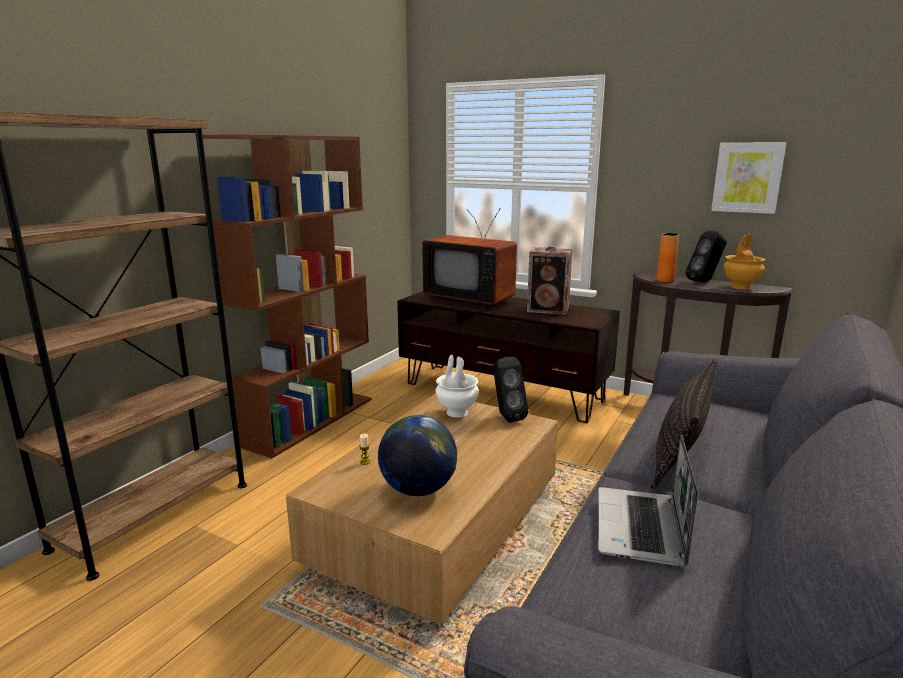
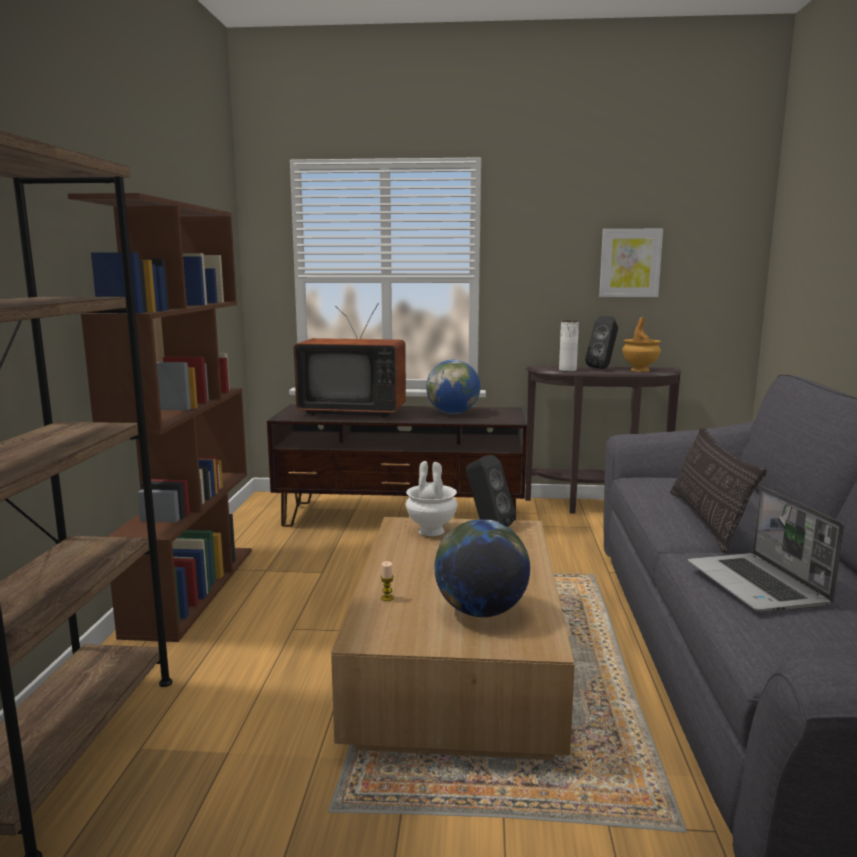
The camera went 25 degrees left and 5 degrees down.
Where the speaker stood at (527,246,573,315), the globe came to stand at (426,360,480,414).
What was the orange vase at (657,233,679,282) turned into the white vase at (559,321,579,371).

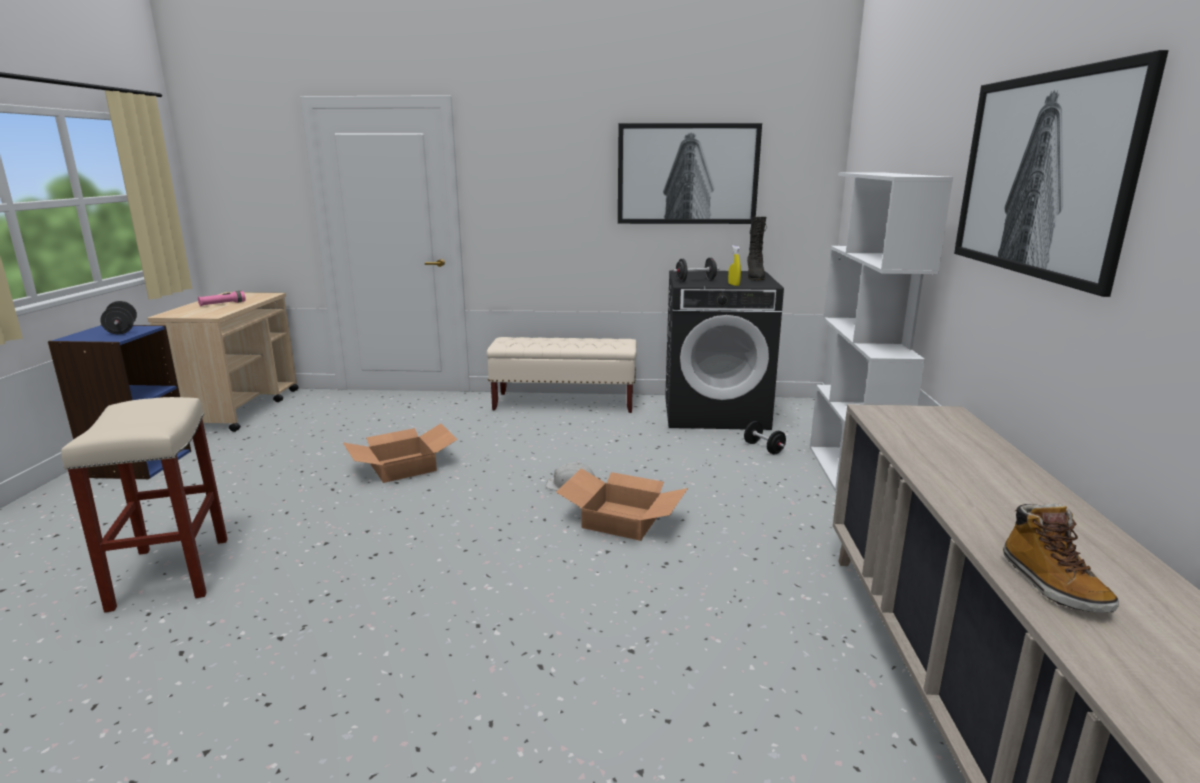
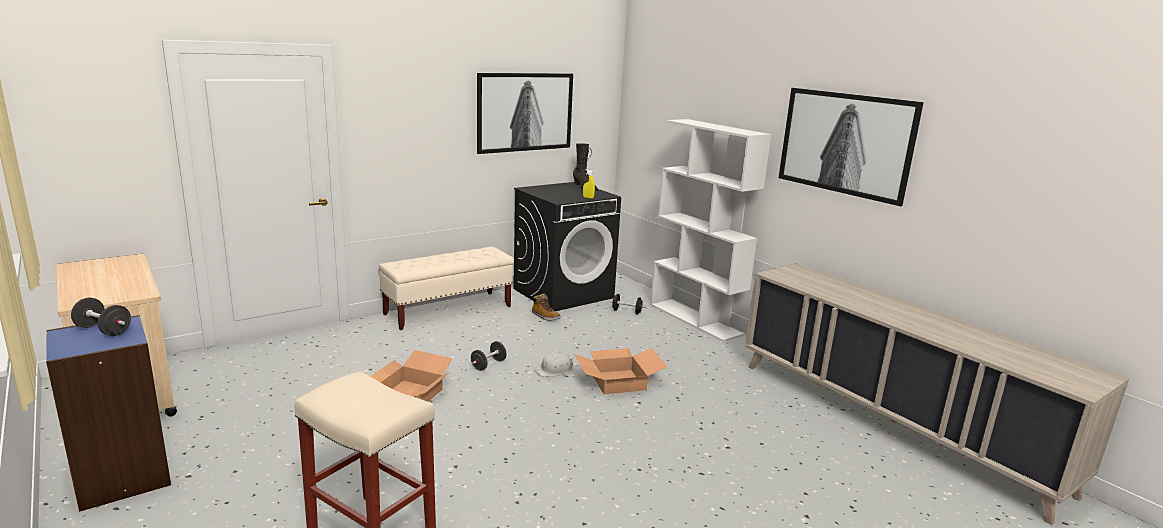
The camera went 40 degrees left and 0 degrees up.
The second view lost the pink flashlight at (198,291,246,306).
The black dumbbell ended up elsewhere, having gone from (673,258,719,282) to (471,341,506,371).
The boot ended up elsewhere, having gone from (1003,503,1119,613) to (532,294,561,321).

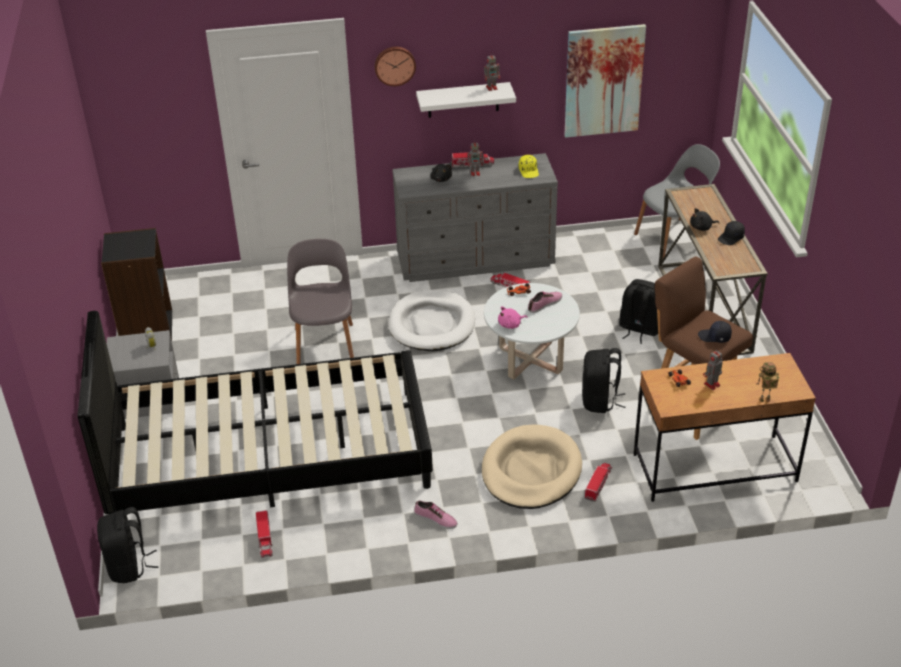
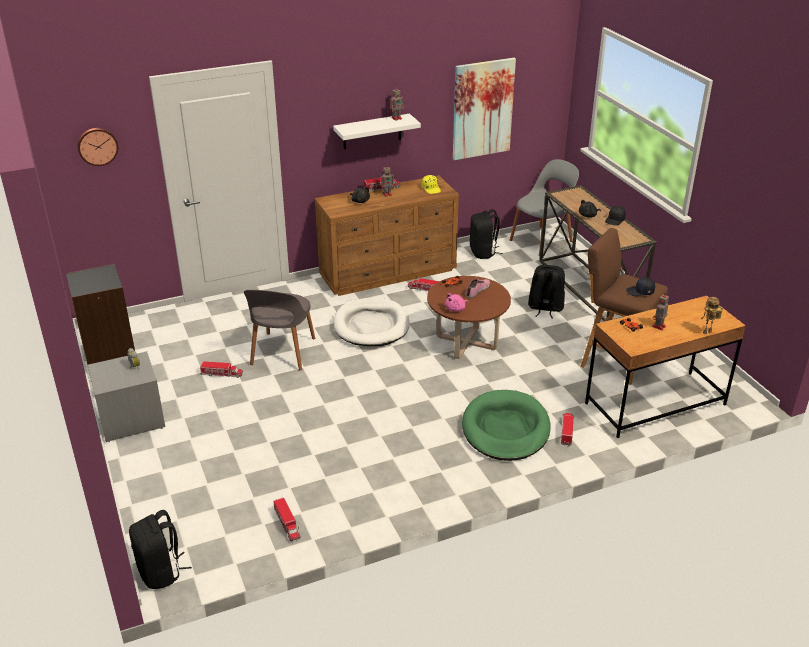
The camera went 15 degrees left and 5 degrees down.
The second view lost the black bed at (77,311,433,514).
The second view lost the shoe at (414,501,458,529).
The second view gained the toy truck at (200,361,243,378).
The wall clock ended up elsewhere, having gone from (374,47,416,86) to (77,128,118,166).
The black backpack ended up elsewhere, having gone from (582,348,625,413) to (470,209,503,259).
What was the grey dresser at (392,153,558,282) turned into the brown dresser at (315,175,459,296).
What was the beige dog bed at (482,424,582,509) turned into the green dog bed at (462,390,550,461).
What was the white coffee table at (484,283,580,379) turned into the brown coffee table at (427,276,511,359).
The grey chair at (287,239,354,364) ended up facing another way, 150 degrees counterclockwise from before.

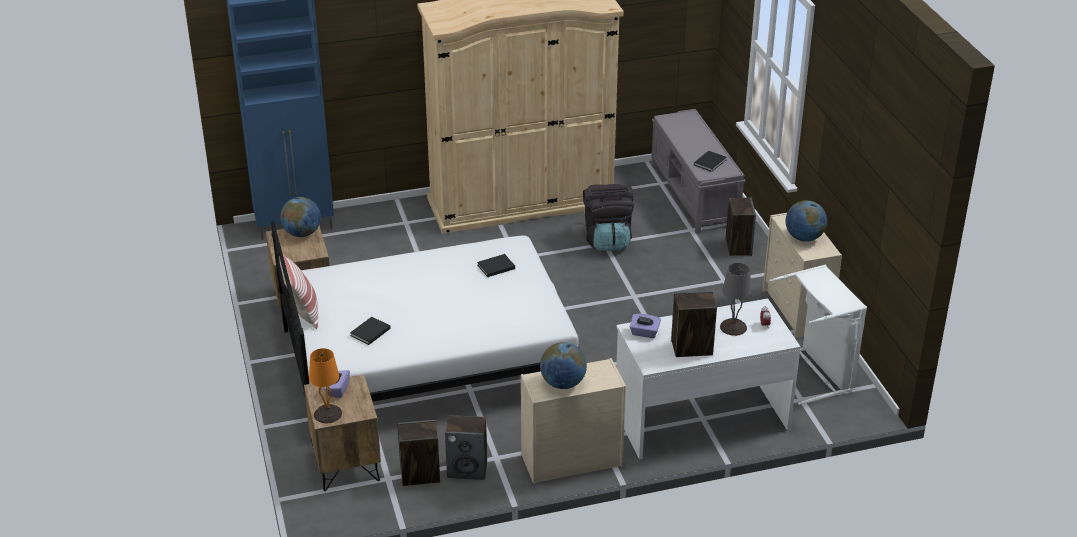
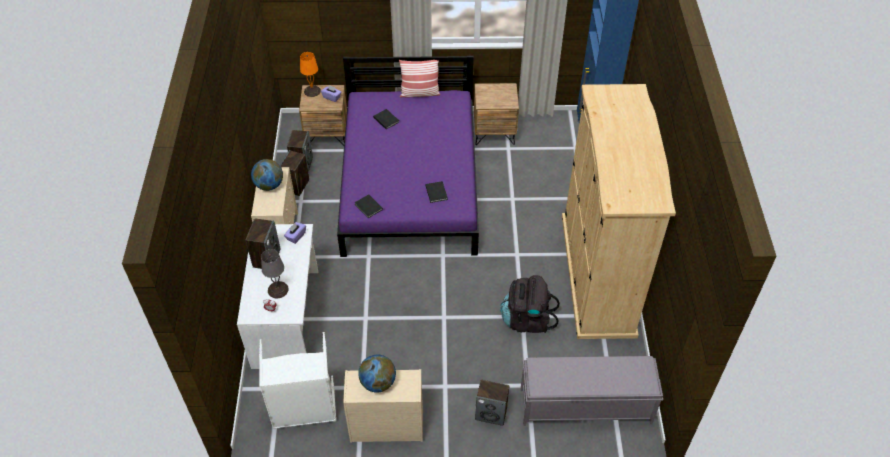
The camera went 105 degrees right and 15 degrees up.
The second view lost the globe at (280,197,321,237).
The black book ended up elsewhere, having gone from (694,151,726,172) to (355,194,383,218).
What was the white bed at (271,221,579,446) turned into the purple bed at (337,56,479,257).

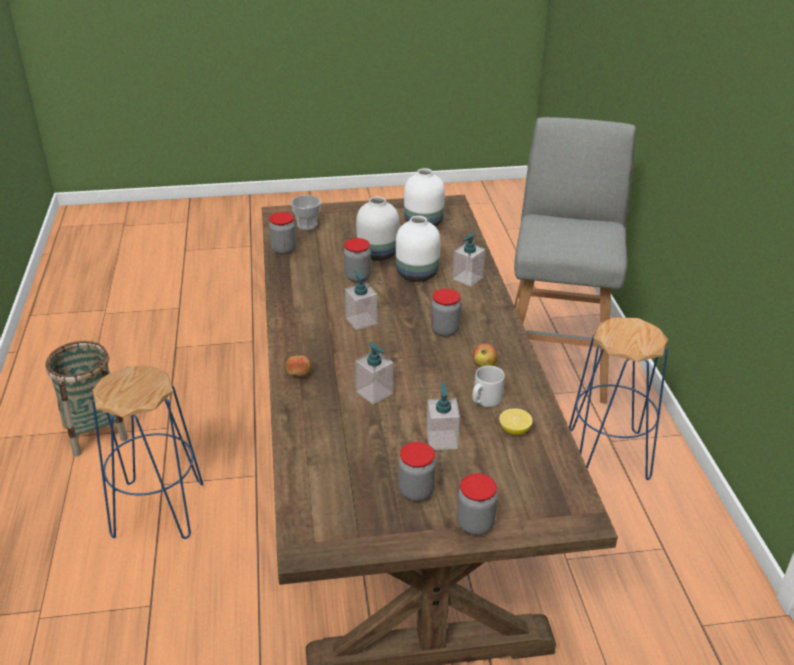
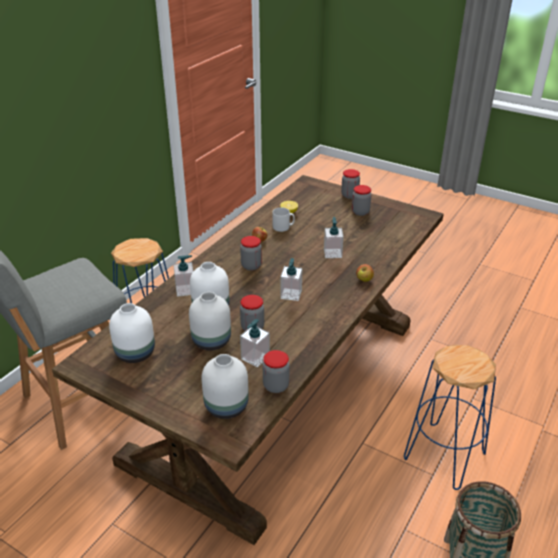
The camera went 140 degrees left and 0 degrees up.
The soap dispenser ended up elsewhere, having gone from (427,382,460,450) to (240,319,270,367).
Where the cup stood at (291,195,321,230), the white vase came to stand at (202,354,249,419).

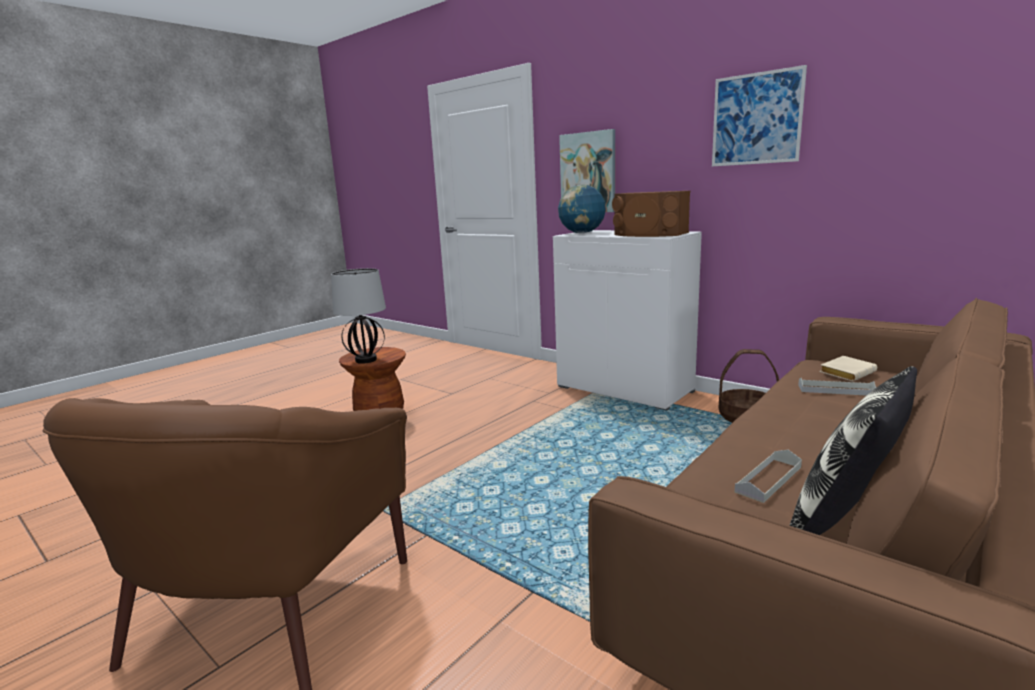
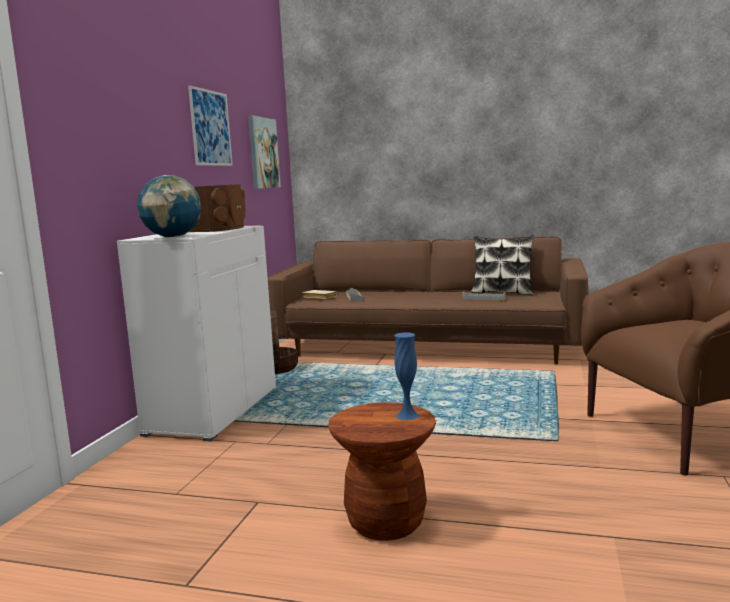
The camera went 115 degrees left and 5 degrees down.
The picture ended up elsewhere, having gone from (559,129,615,212) to (248,115,281,189).
Where the table lamp stood at (331,268,386,364), the blue vase came to stand at (394,333,419,420).

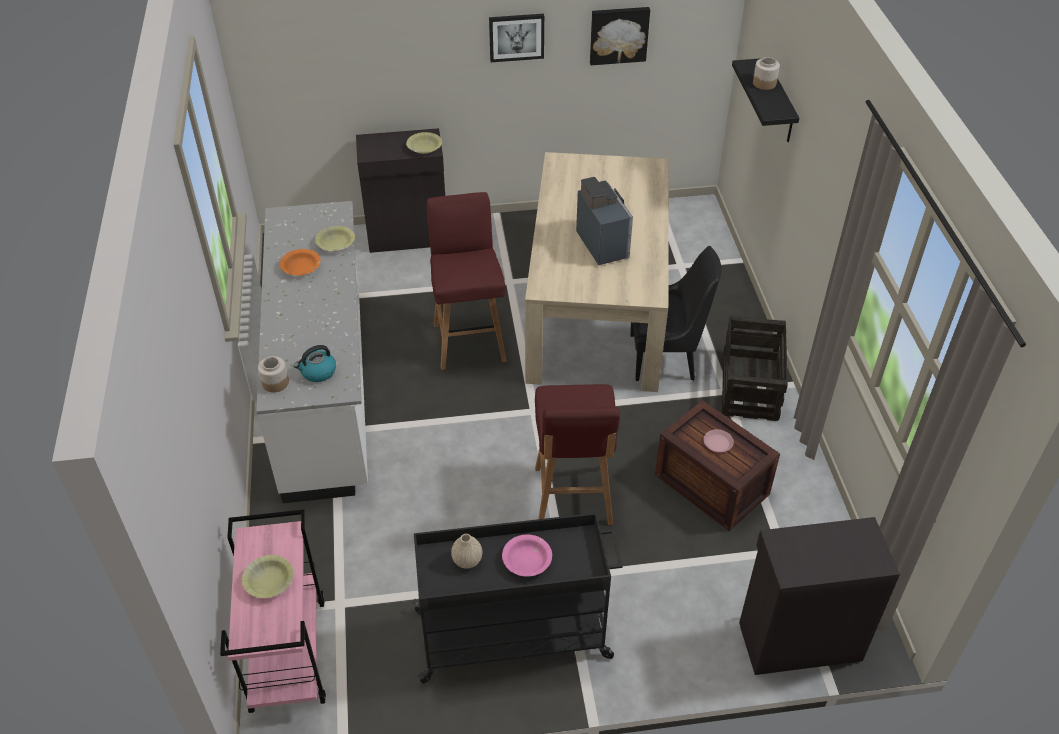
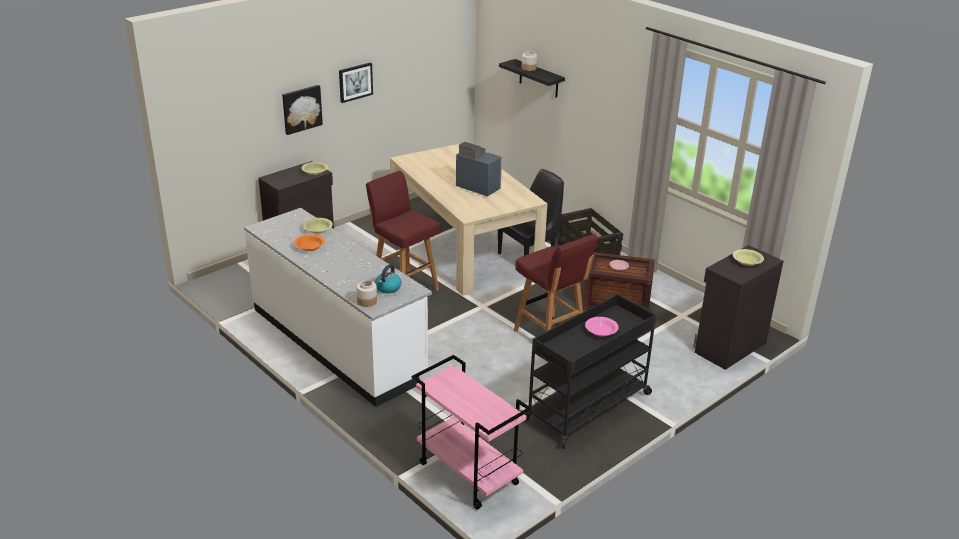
The camera went 35 degrees left and 15 degrees down.
The second view lost the beige vase at (451,534,482,569).
The yellow bowl ended up elsewhere, having gone from (242,555,294,598) to (733,249,764,266).
The picture ended up elsewhere, having gone from (590,7,650,65) to (282,85,323,135).

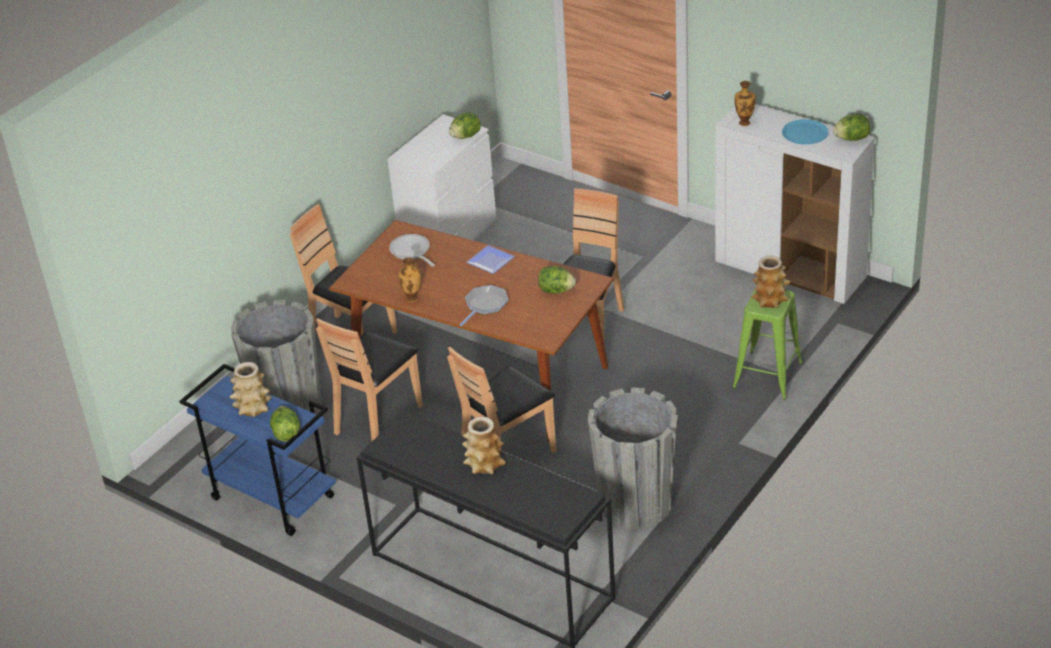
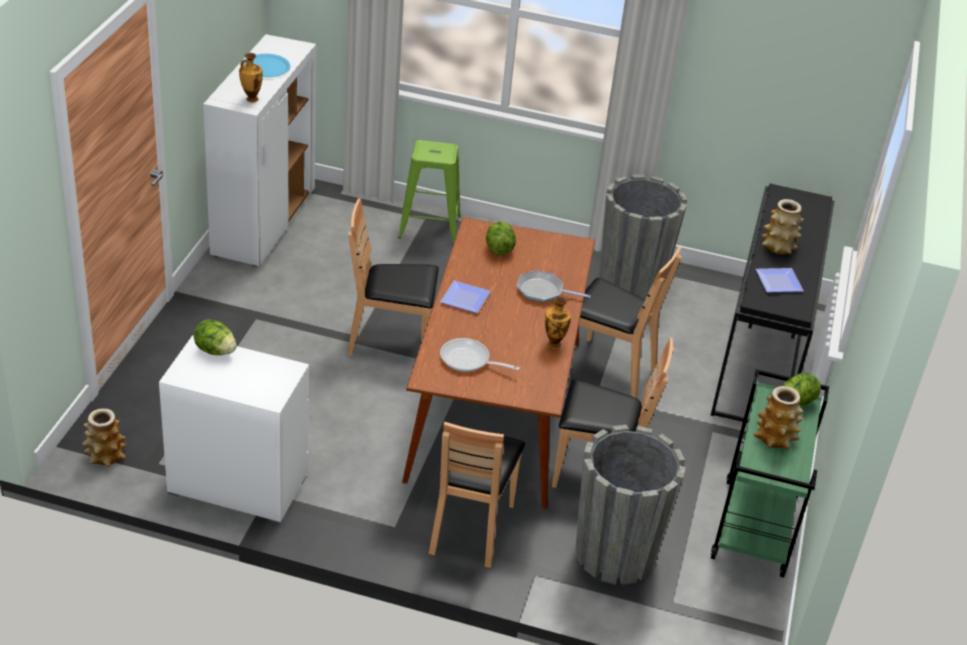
The camera went 115 degrees left and 0 degrees up.
The second view lost the lettuce at (833,114,870,141).
The second view gained the plate at (756,268,804,292).
The vase ended up elsewhere, having gone from (751,256,790,308) to (83,408,126,467).
What was the blue cart at (179,364,336,536) turned into the green cart at (711,369,829,577).
The frying pan at (389,234,435,267) ended up facing another way, 75 degrees clockwise from before.

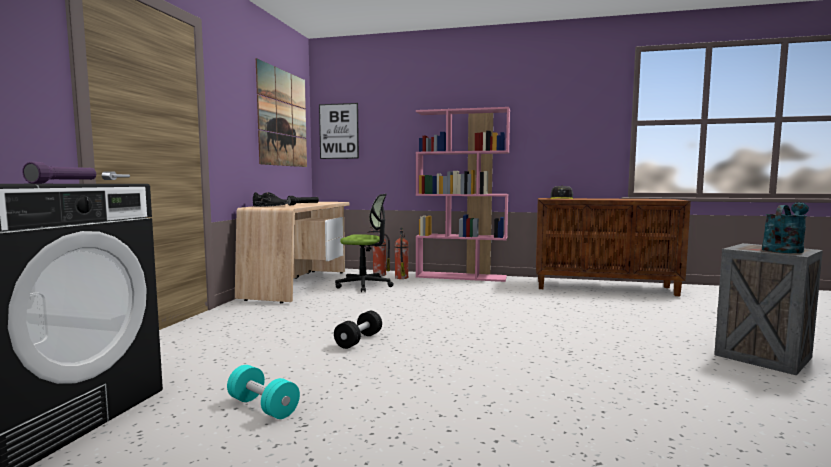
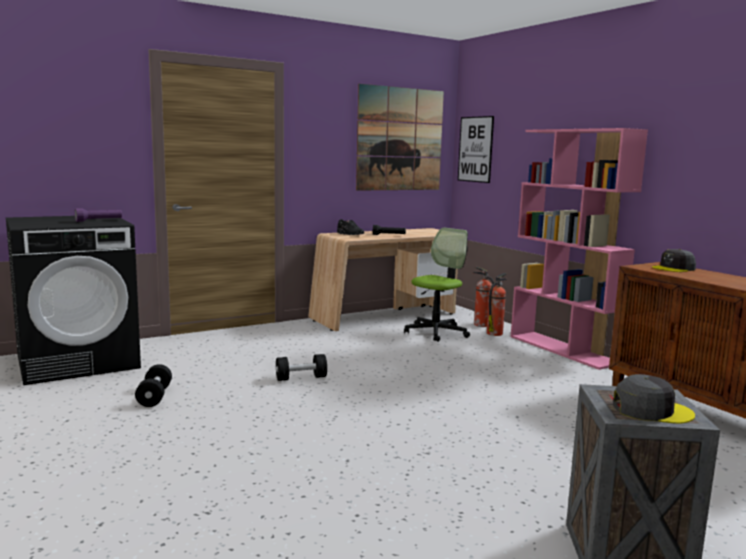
The camera went 45 degrees right and 5 degrees up.
Where the turquoise watering can stood at (762,202,809,253), the grey cap came to stand at (613,374,695,424).
What was the turquoise dumbbell at (227,365,300,419) turned into the black dumbbell at (135,364,172,407).
The office chair at (335,194,394,292) ended up facing another way, 105 degrees counterclockwise from before.

